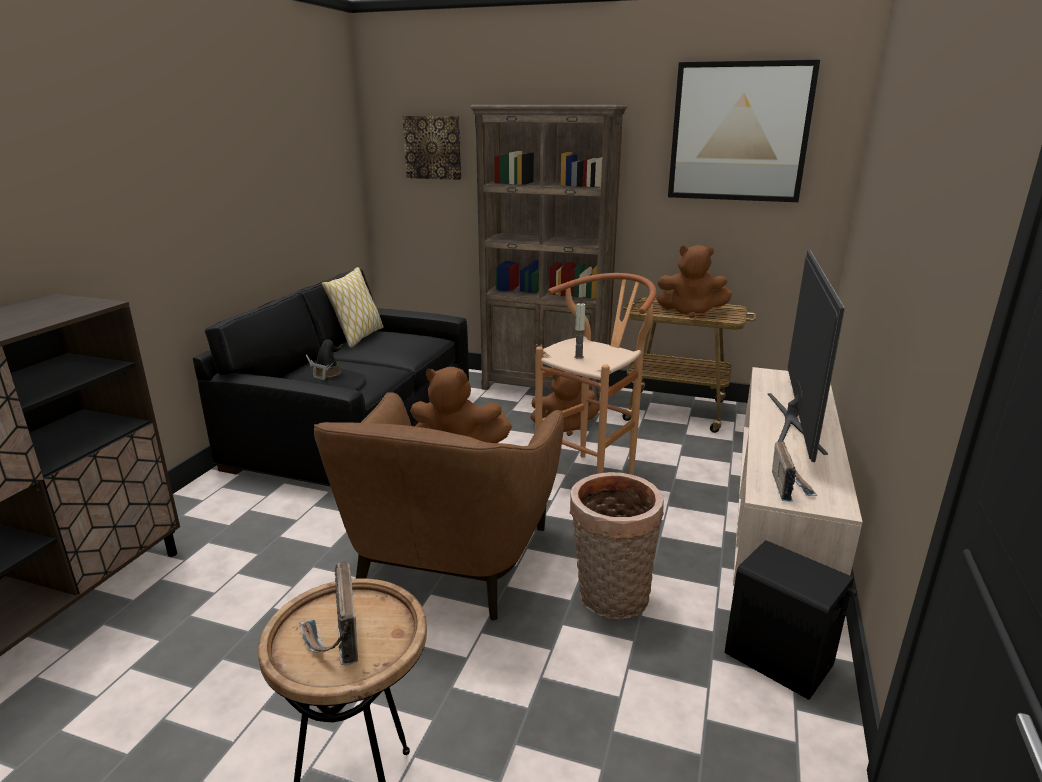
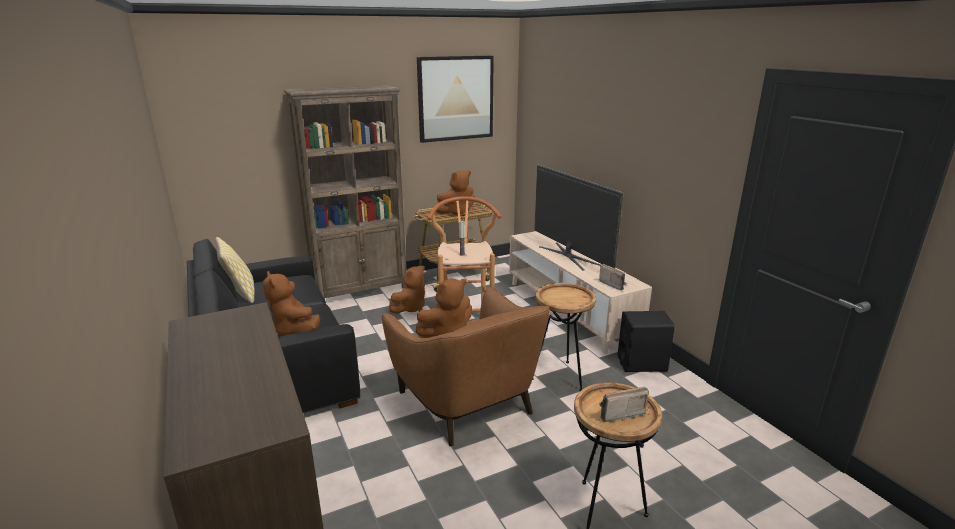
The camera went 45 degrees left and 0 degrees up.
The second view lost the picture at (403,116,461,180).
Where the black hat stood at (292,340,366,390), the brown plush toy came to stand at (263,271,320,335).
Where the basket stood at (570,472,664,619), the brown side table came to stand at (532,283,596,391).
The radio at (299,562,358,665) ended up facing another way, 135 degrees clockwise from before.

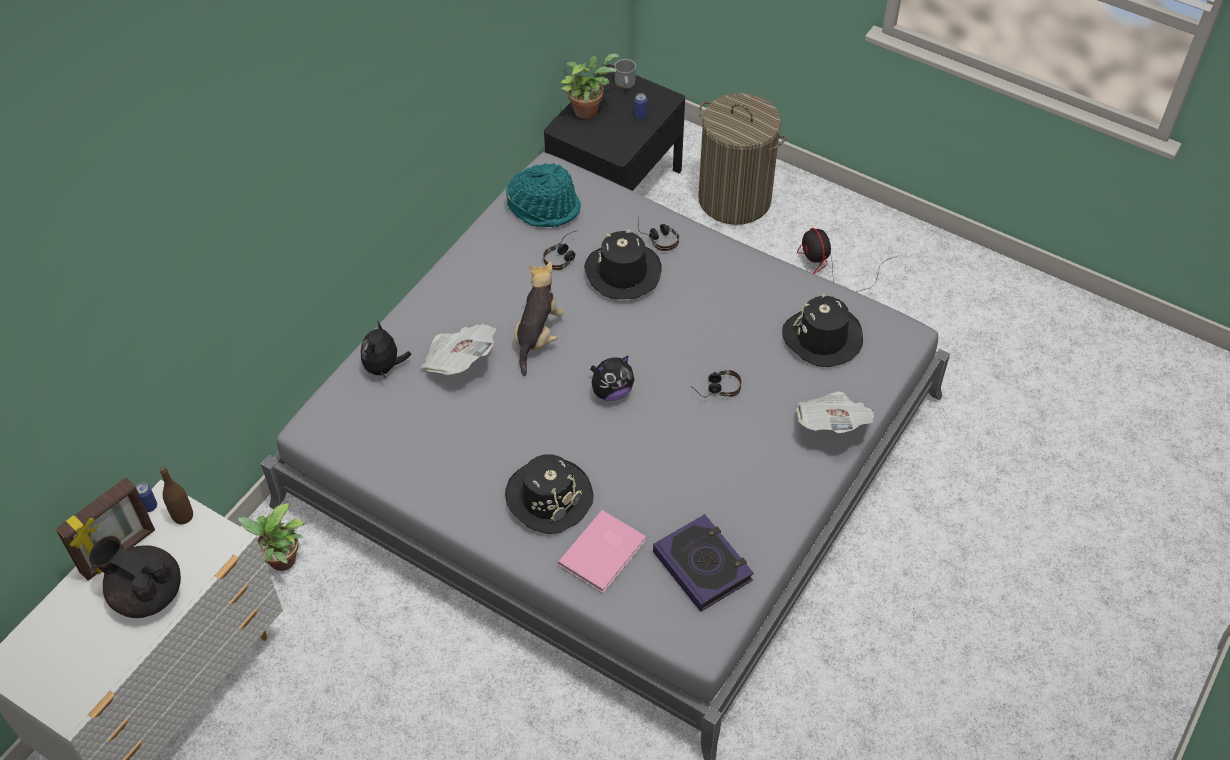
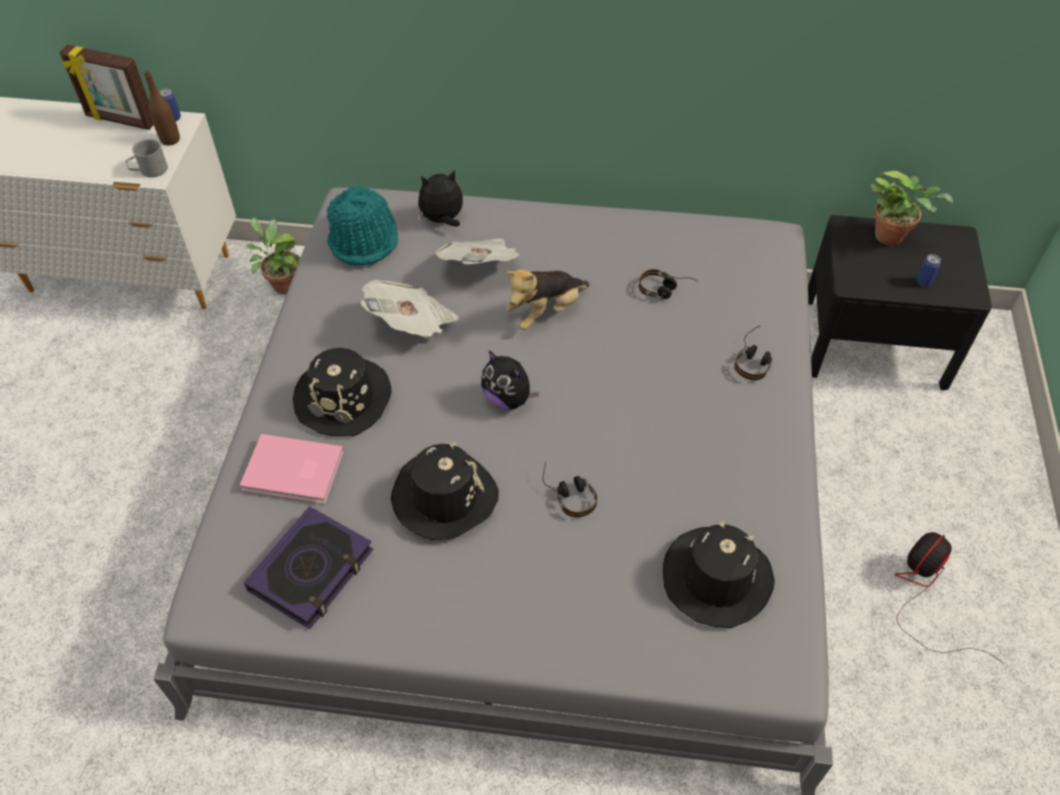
The camera went 65 degrees right and 0 degrees up.
The second view lost the black teapot at (89,536,181,618).
The second view lost the laundry basket at (698,93,786,225).
The turquoise hat ended up elsewhere, having gone from (506,163,581,227) to (326,185,398,265).
The black hat ended up elsewhere, having gone from (584,229,662,299) to (391,442,499,540).
The grey mug ended up elsewhere, having gone from (614,59,636,89) to (126,139,168,178).
The newspaper ended up elsewhere, having gone from (797,391,875,433) to (360,279,459,337).
The plush toy at (514,261,564,376) ended up facing another way, 150 degrees clockwise from before.

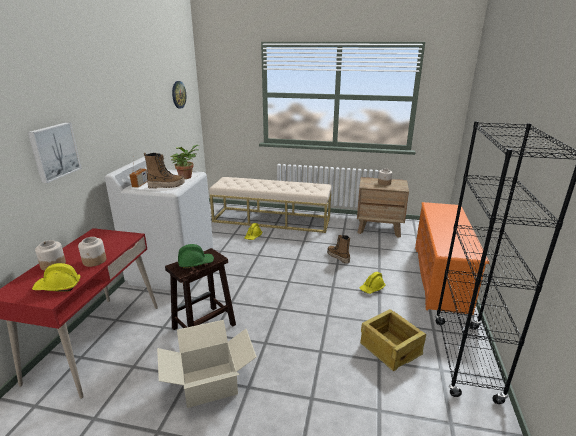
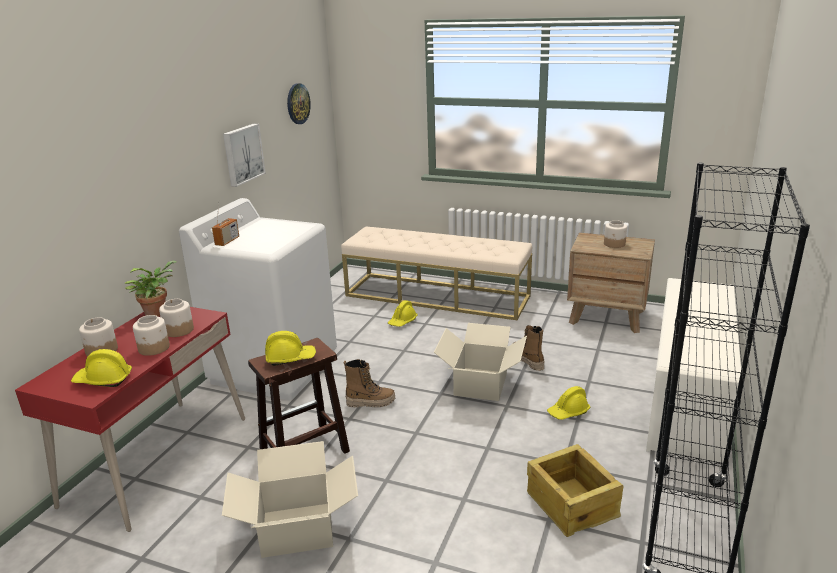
The camera went 10 degrees right and 0 degrees up.
The second view gained the jar at (159,299,194,337).
The second view gained the cardboard box at (434,323,527,401).
The picture ended up elsewhere, having gone from (28,122,82,183) to (223,123,266,187).
The boot ended up elsewhere, having gone from (144,152,185,189) to (344,359,395,407).
The potted plant ended up elsewhere, having gone from (171,145,199,179) to (125,260,176,316).
What was the green hard hat at (178,244,214,269) turned into the yellow hard hat at (265,331,316,366).
What was the orange shoe rack at (415,202,489,315) turned into the white shoe rack at (646,278,741,464).

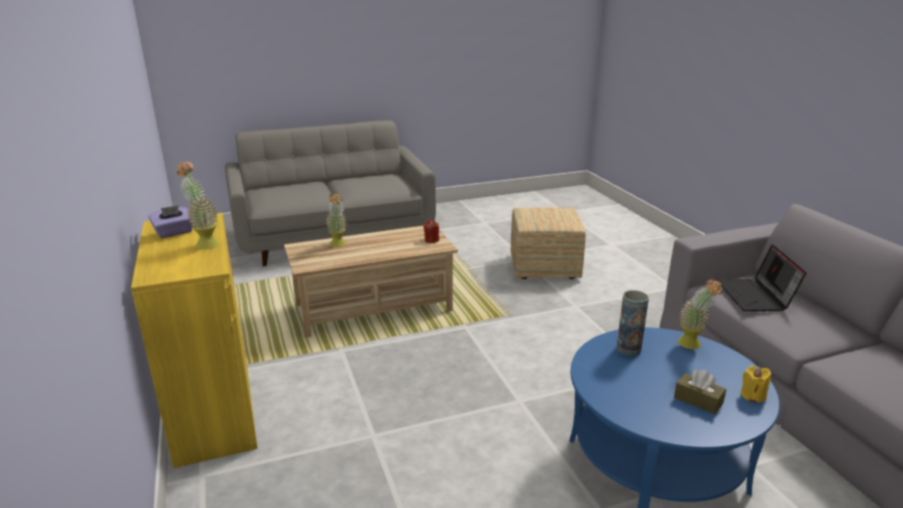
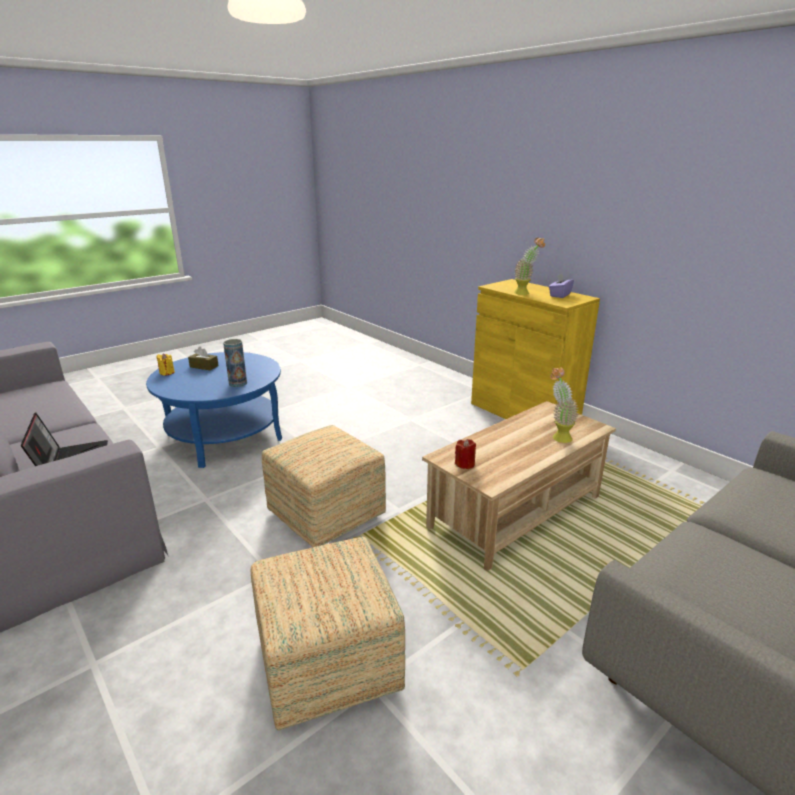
The camera went 160 degrees right and 0 degrees up.
The second view lost the potted plant at (678,279,722,349).
The second view gained the ottoman at (262,425,386,548).

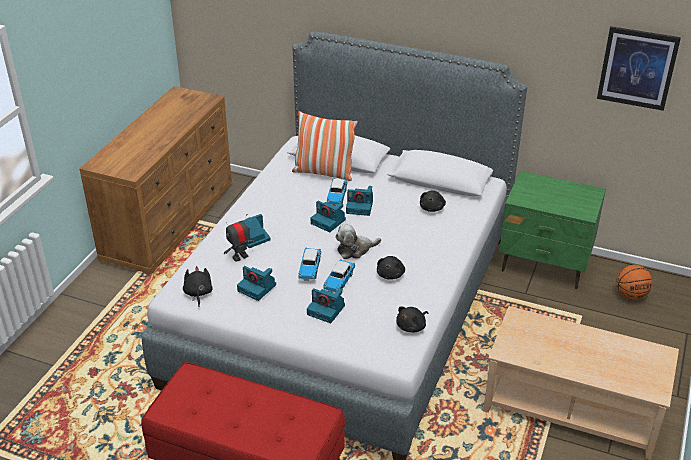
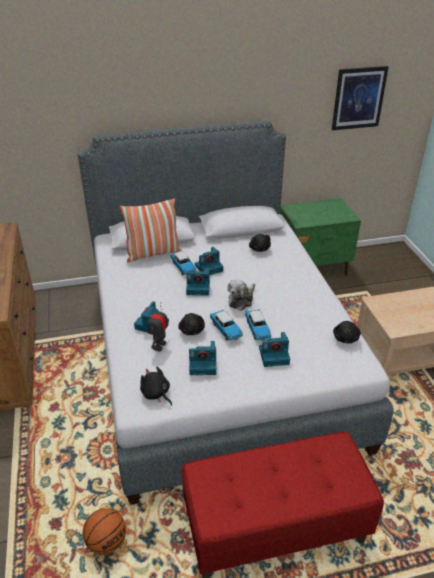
The camera went 35 degrees left and 0 degrees up.
The black plush toy ended up elsewhere, having gone from (377,256,405,280) to (178,313,205,335).
The basketball ended up elsewhere, having gone from (616,265,653,299) to (83,508,126,555).

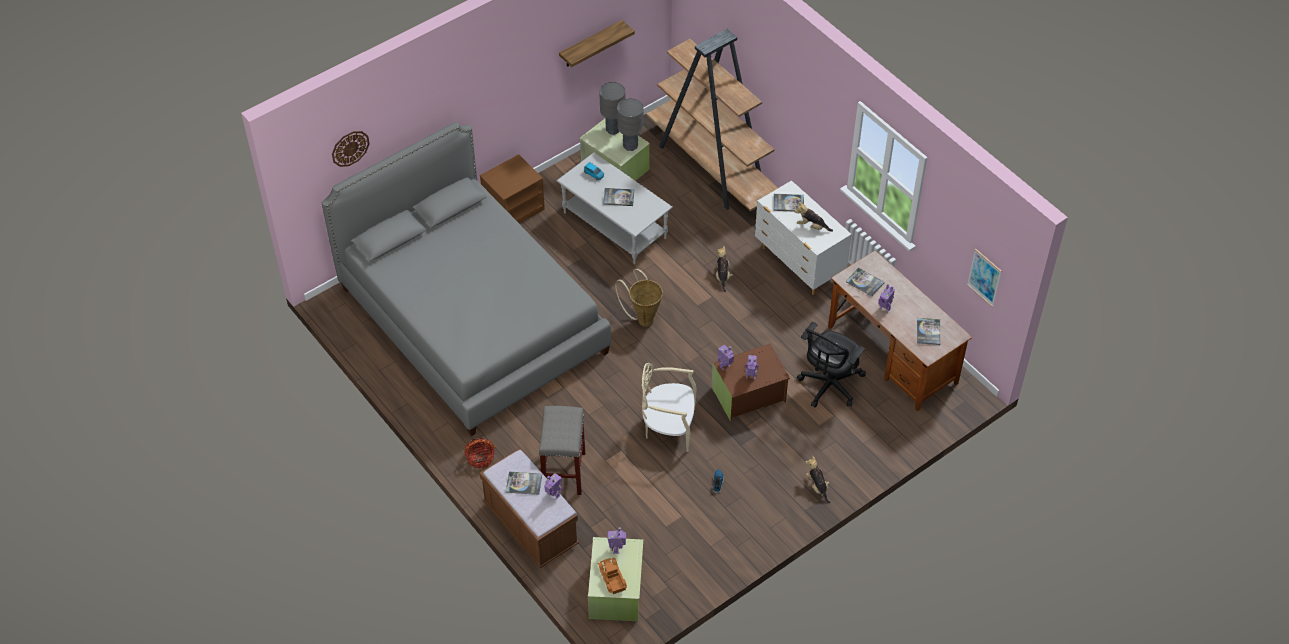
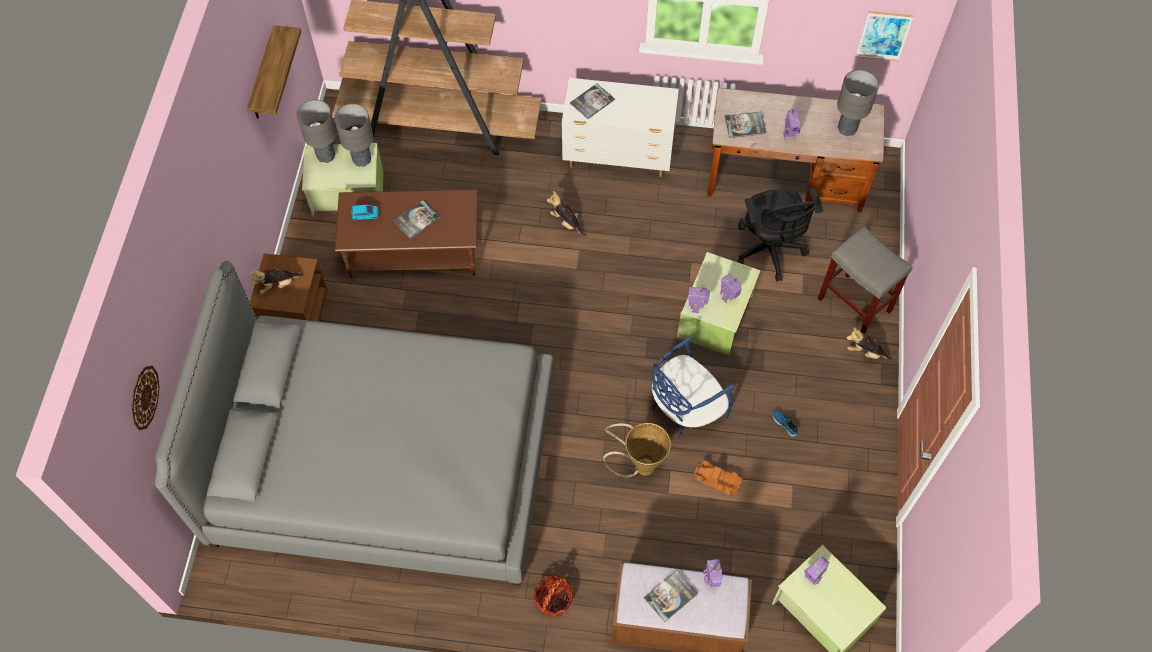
The camera went 45 degrees left and 10 degrees up.
The grey stool ended up elsewhere, having gone from (539,406,586,495) to (818,226,913,334).
The toy truck ended up elsewhere, having gone from (597,558,627,594) to (694,460,743,495).
The basket ended up elsewhere, having gone from (615,269,663,327) to (603,423,671,477).
The plush toy ended up elsewhere, having gone from (794,202,833,232) to (249,269,303,294).
Where the book stood at (917,318,940,345), the grey table lamp came to stand at (837,70,879,136).
What was the grey coffee table at (556,152,673,264) turned into the brown coffee table at (335,189,478,279).
What was the beige chair at (642,363,697,452) turned into the blue chair at (652,336,734,438).
What was the brown storage box at (712,344,790,421) turned into the green storage box at (677,252,761,356).

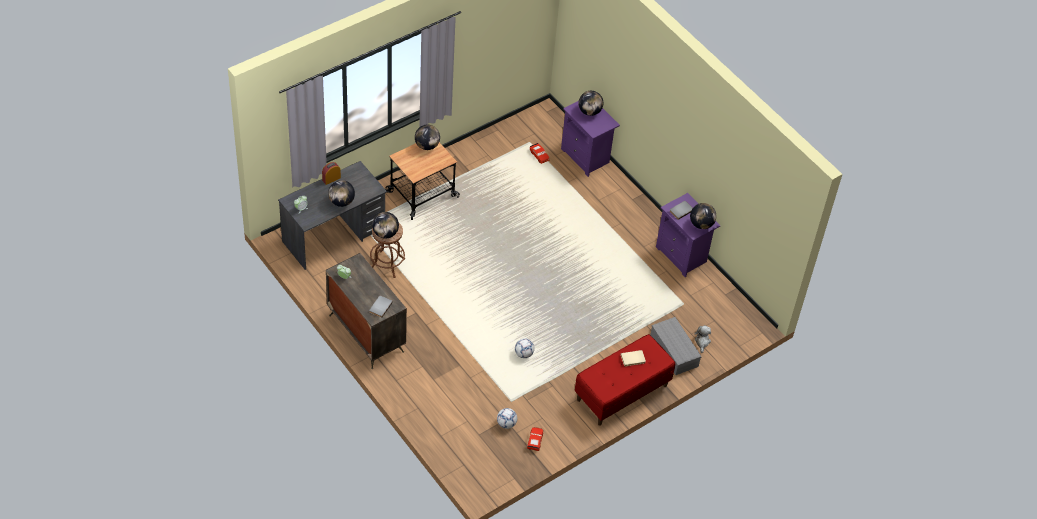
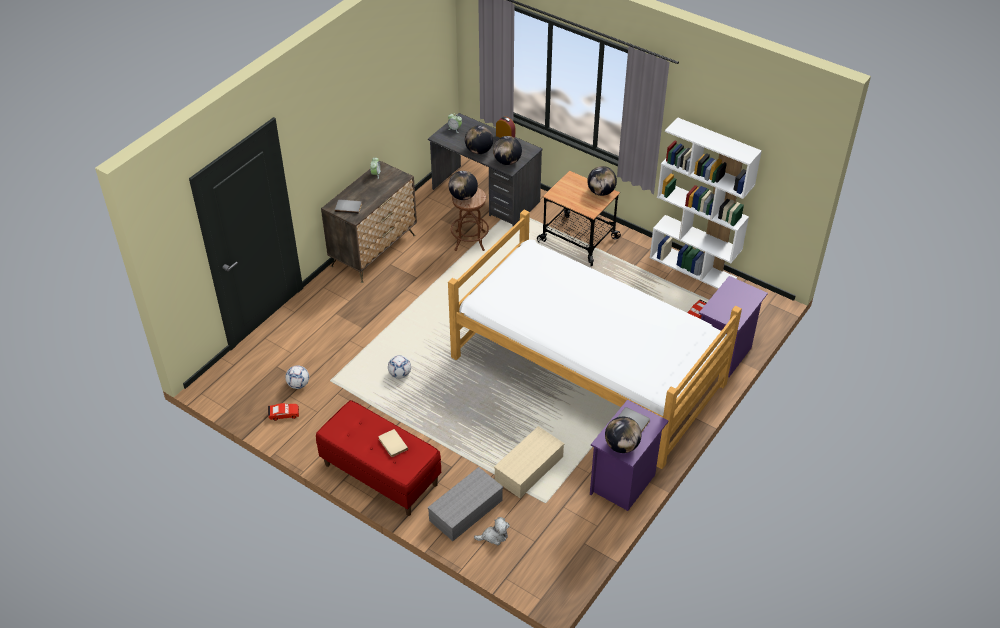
The camera went 75 degrees right and 5 degrees down.
The second view gained the bed at (448,210,742,469).
The second view gained the beige storage box at (494,426,564,498).
The second view gained the white bookcase at (650,118,762,289).
The globe ended up elsewhere, having gone from (579,91,603,116) to (493,136,522,165).

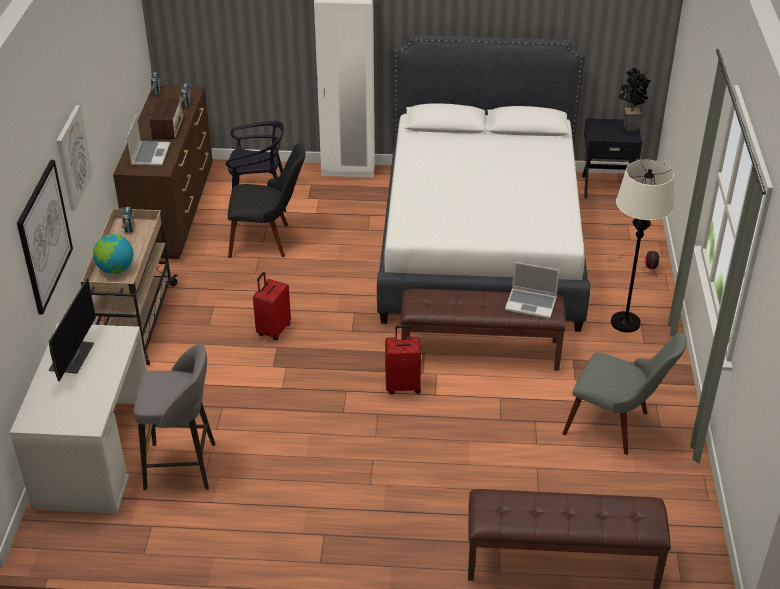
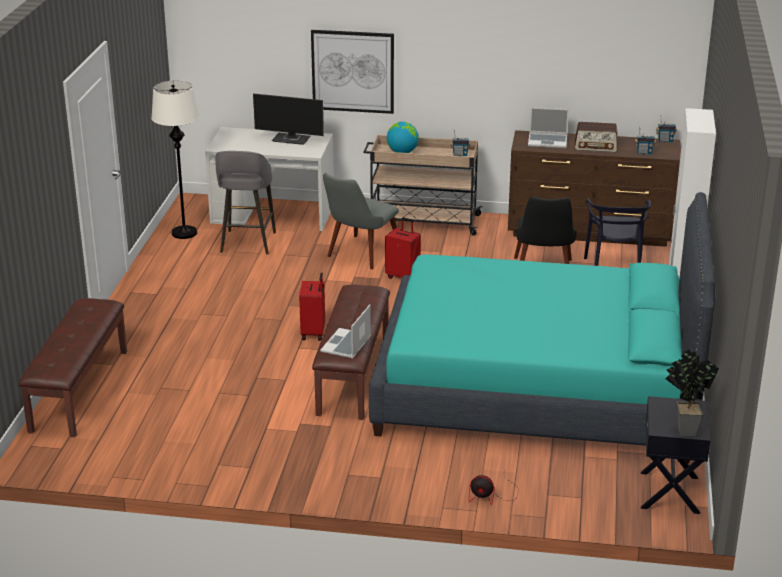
The camera went 95 degrees right and 10 degrees down.
The second view lost the picture at (56,105,93,211).
The grey chair ended up elsewhere, having gone from (562,332,687,455) to (323,173,399,269).
The white floor lamp ended up elsewhere, having gone from (611,160,674,333) to (151,80,199,239).
What was the white bed at (377,35,590,332) turned into the turquoise bed at (369,192,715,464).

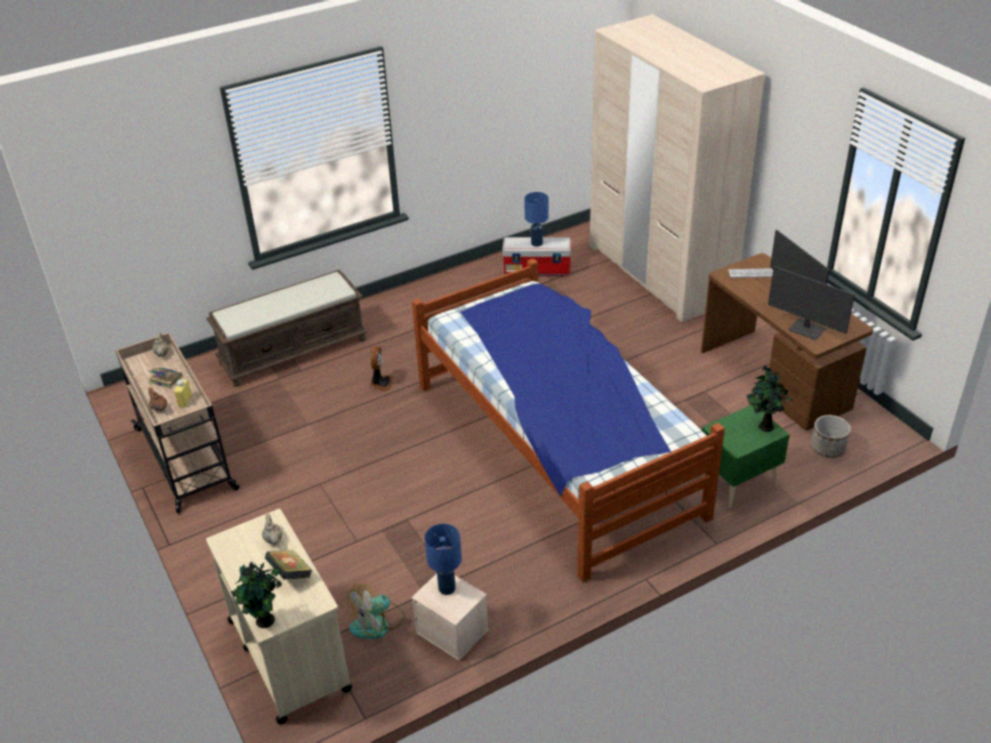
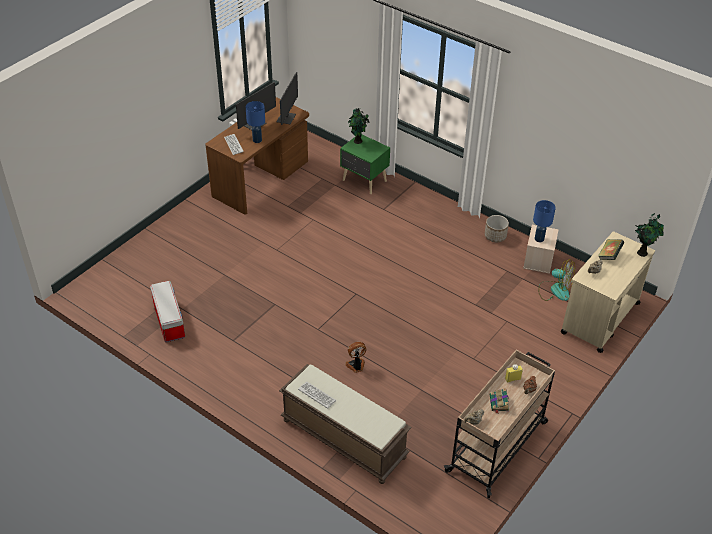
The camera went 115 degrees left and 5 degrees up.
The second view lost the bed at (412,258,725,582).
The second view lost the beige wardrobe at (590,14,765,322).
The second view gained the keyboard at (298,382,337,409).
The blue table lamp ended up elsewhere, having gone from (524,192,549,247) to (246,101,265,143).
The planter ended up elsewhere, having gone from (811,415,851,458) to (485,215,509,242).

